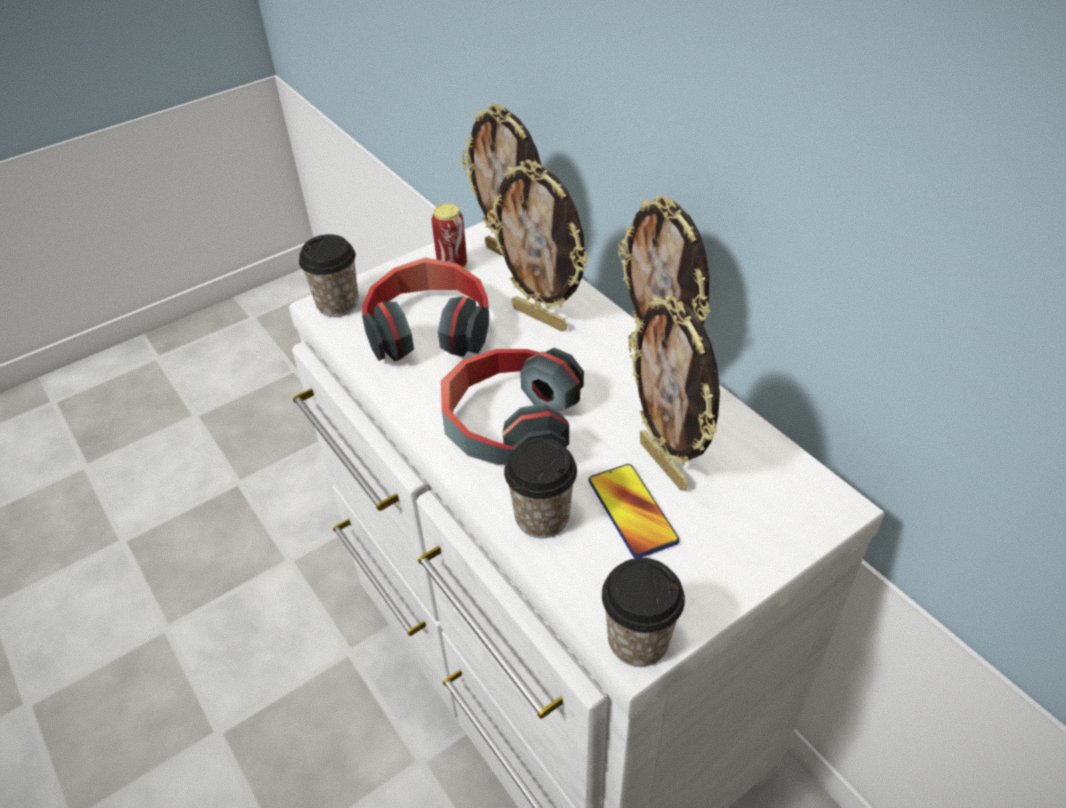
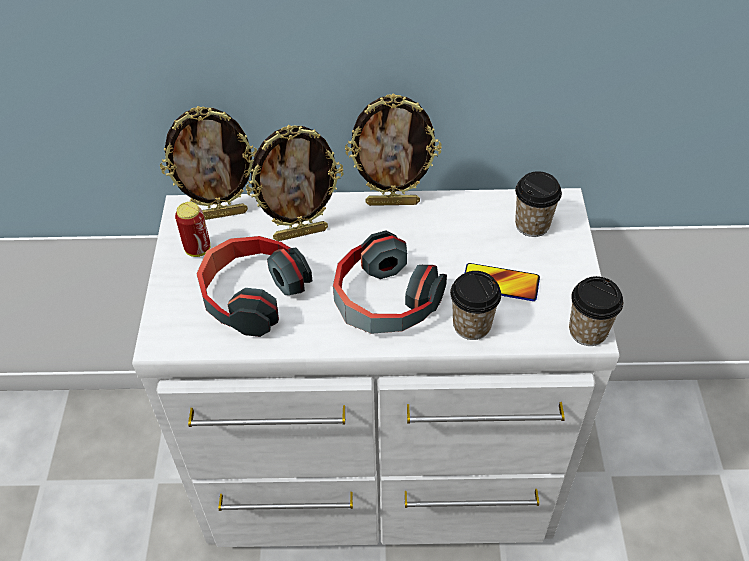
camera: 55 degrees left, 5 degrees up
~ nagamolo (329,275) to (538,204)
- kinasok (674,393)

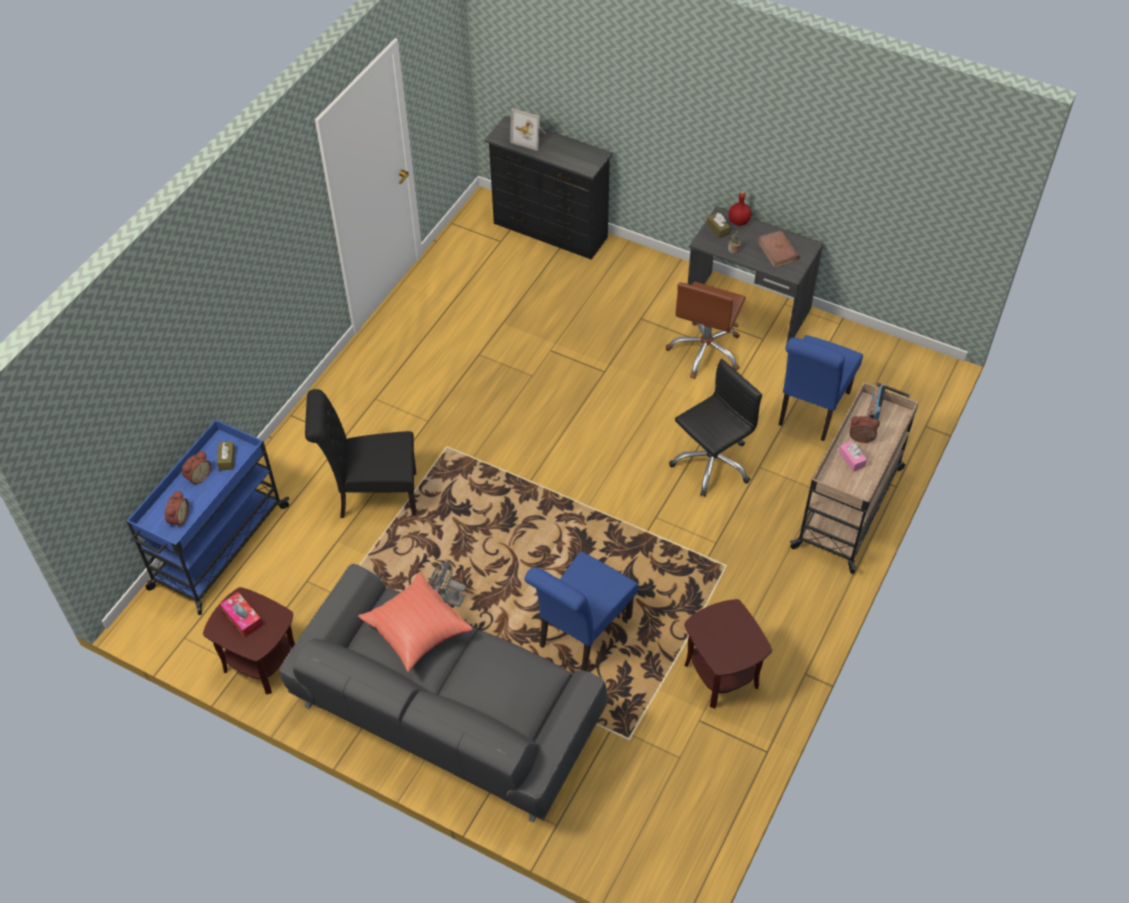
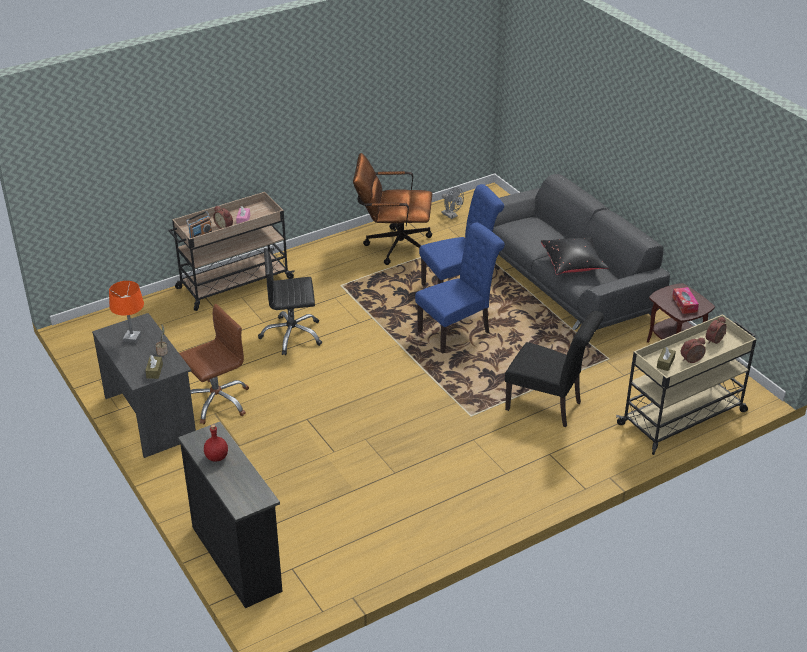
camera: 150 degrees left, 15 degrees down
- kinasok (528,129)
~ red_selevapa (739,208) to (216,443)
~ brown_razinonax (778,248) to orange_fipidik (126,312)
~ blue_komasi (821,388) to (460,288)
~ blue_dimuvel (208,517) to beige_dimuvel (686,384)
~ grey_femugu (447,584) to (453,203)
~ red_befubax (415,622) to black_befubax (575,256)
~ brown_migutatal (728,653) to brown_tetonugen (392,209)

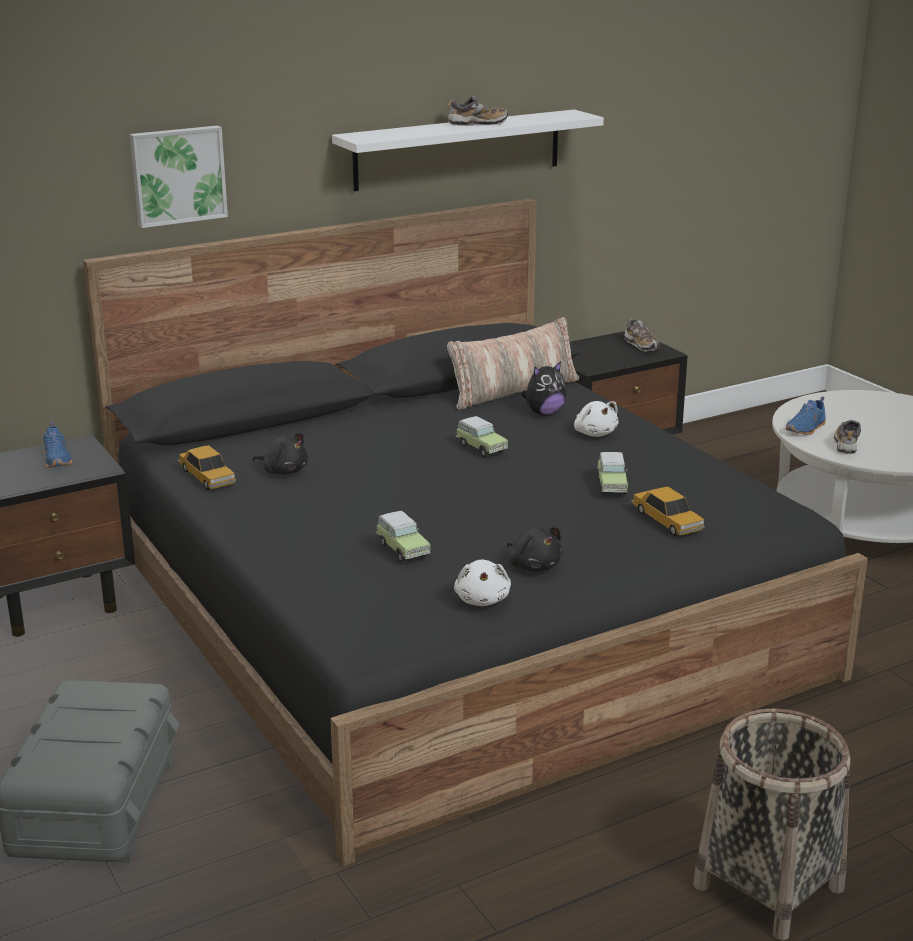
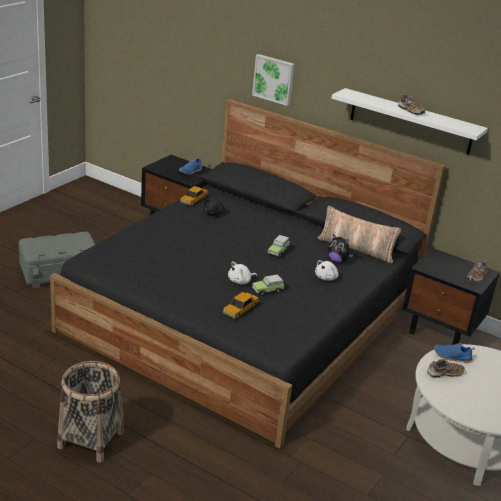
camera: 60 degrees right, 5 degrees up
- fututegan (403,537)
- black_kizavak (535,549)
~ white_kizavak (482,582) to (242,272)

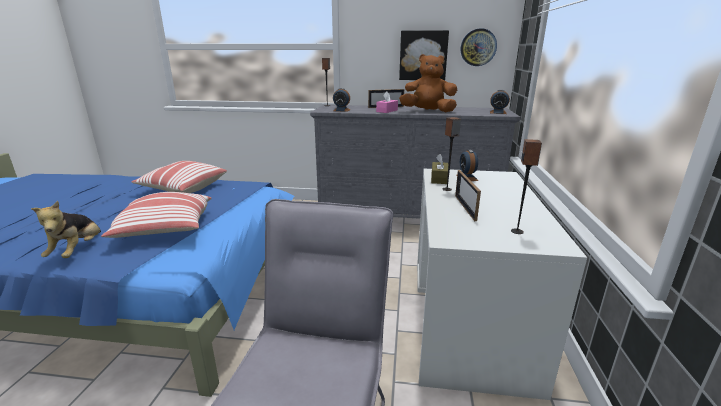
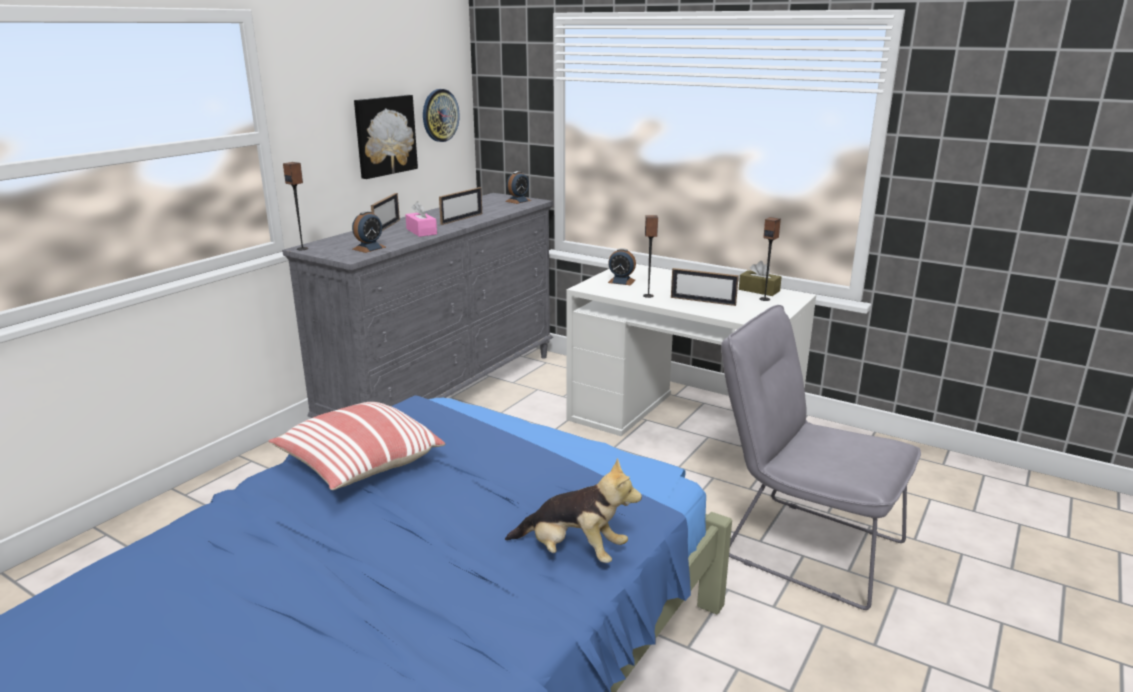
camera: 65 degrees left, 0 degrees up
~ brown_kizavak (428,83) to kinasok (460,206)
~ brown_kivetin (439,169) to (760,278)
- befubax (156,215)

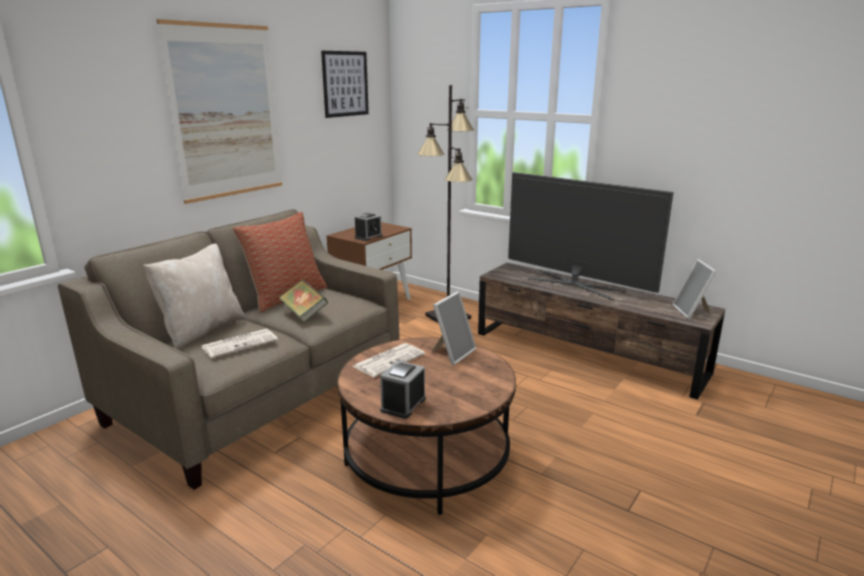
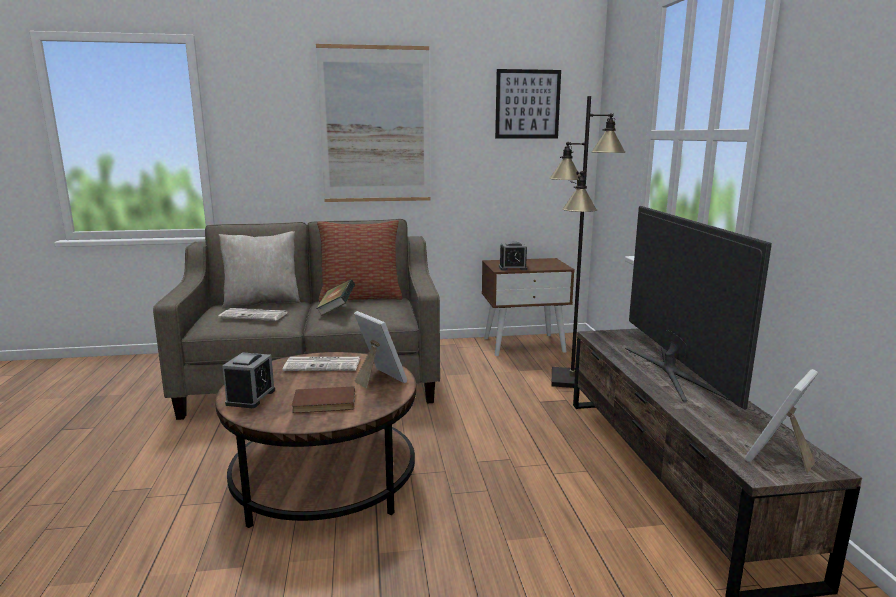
camera: 45 degrees right, 5 degrees down
~ kinasok (454,328) = (380,350) 120 degrees counterclockwise
~ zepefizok (403,390) = (248,380) 120 degrees clockwise
+ brown_razinonax (323,399)

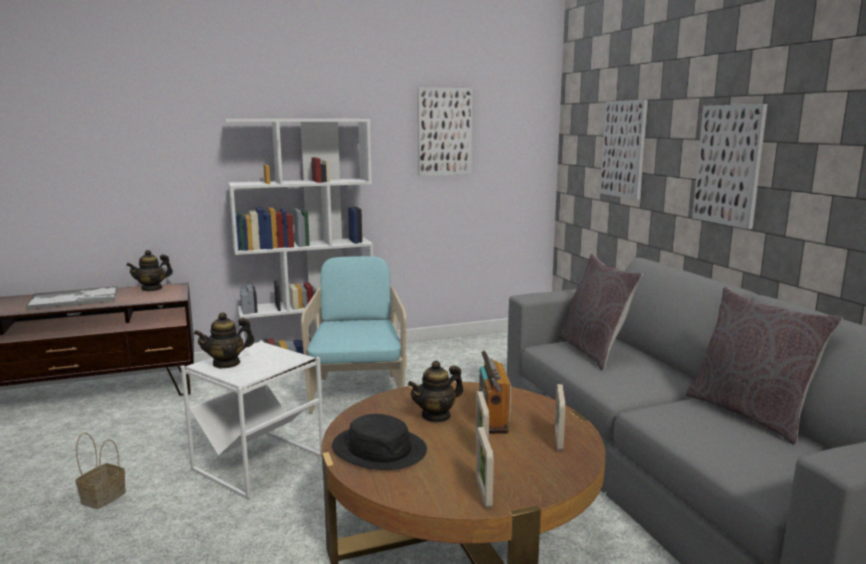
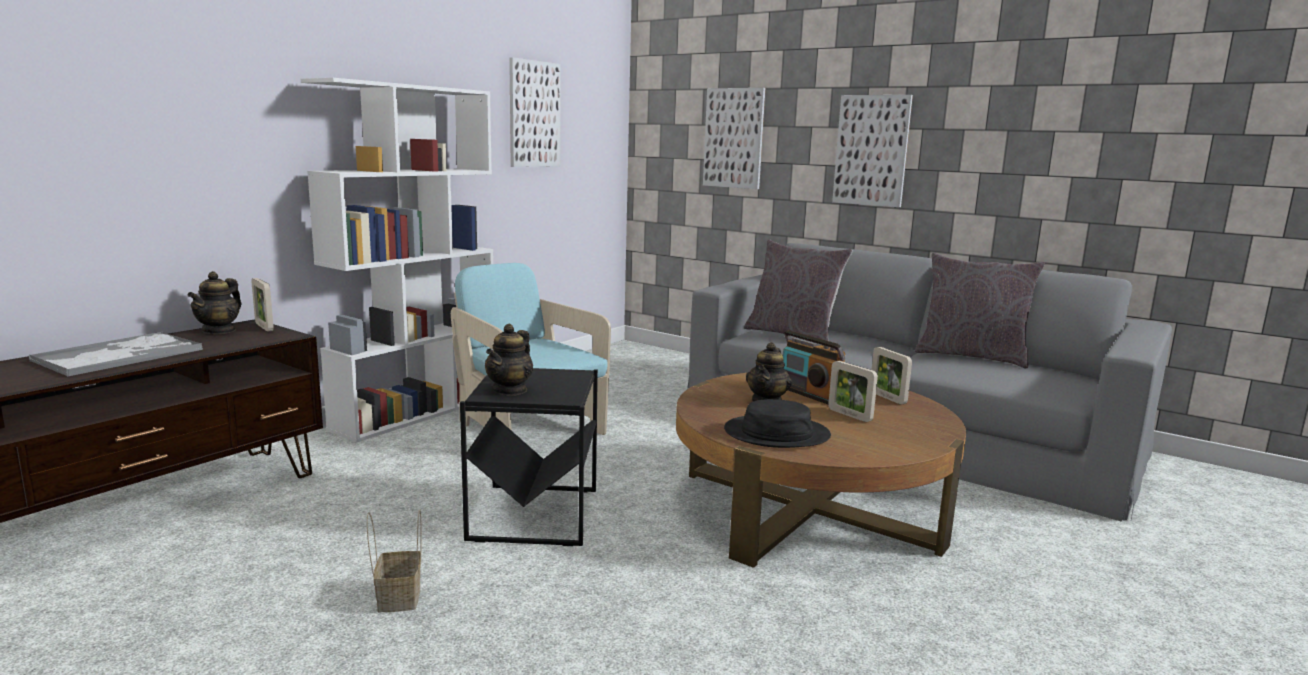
camera: 35 degrees left, 0 degrees up
~ white_migutatal (252,419) to black_migutatal (529,457)
~ kinasok (485,467) to (262,305)

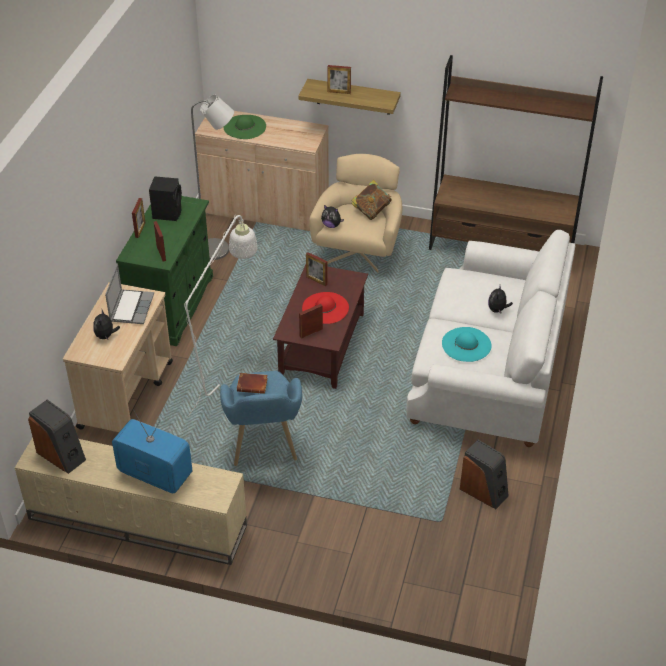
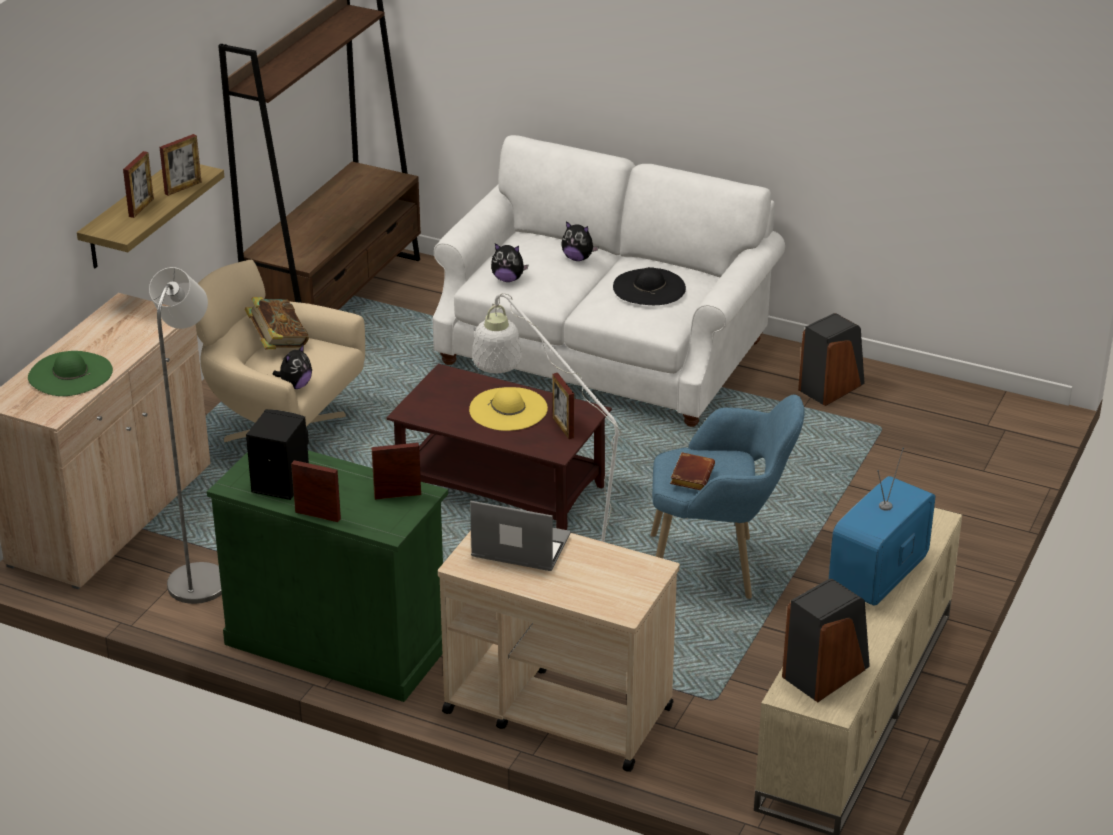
camera: 80 degrees left, 10 degrees down
~ kinasok (317,269) to (181,165)
~ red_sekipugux (325,308) to yellow_sekipugux (508,409)
~ kizavak (106,324) to (510,262)
~ turquoise_sekipugux (467,344) to black_sekipugux (649,286)

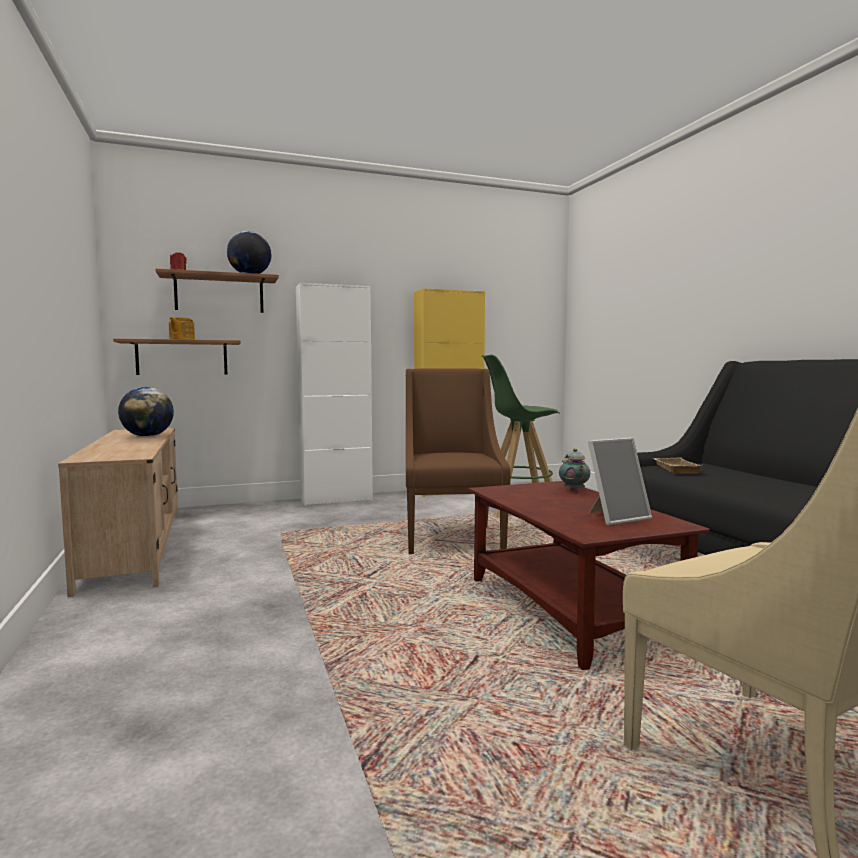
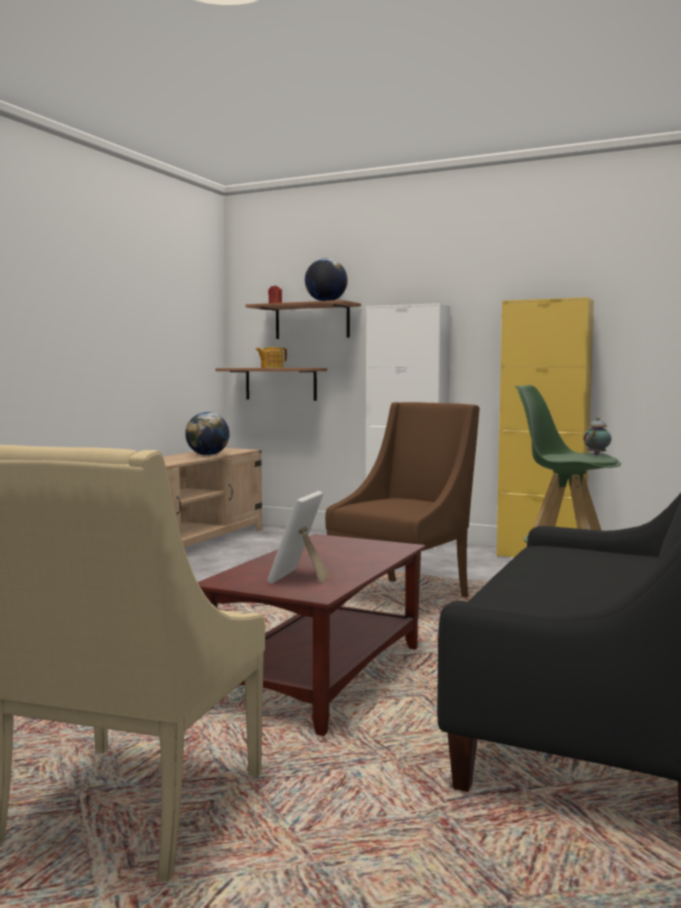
camera: 45 degrees right, 0 degrees up
~ kinasok (620,481) = (299,537) 90 degrees clockwise
~ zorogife (574,470) to (597,436)
- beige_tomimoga (676,466)

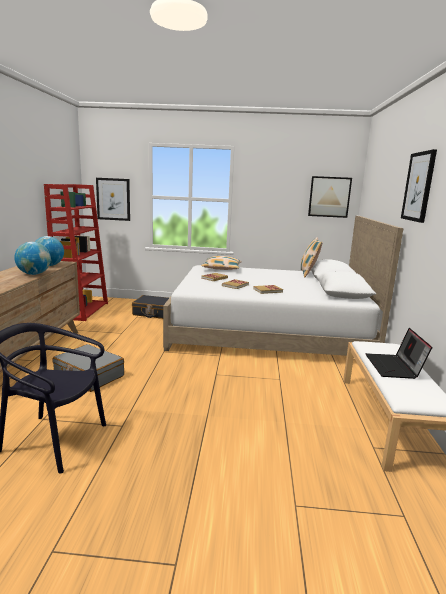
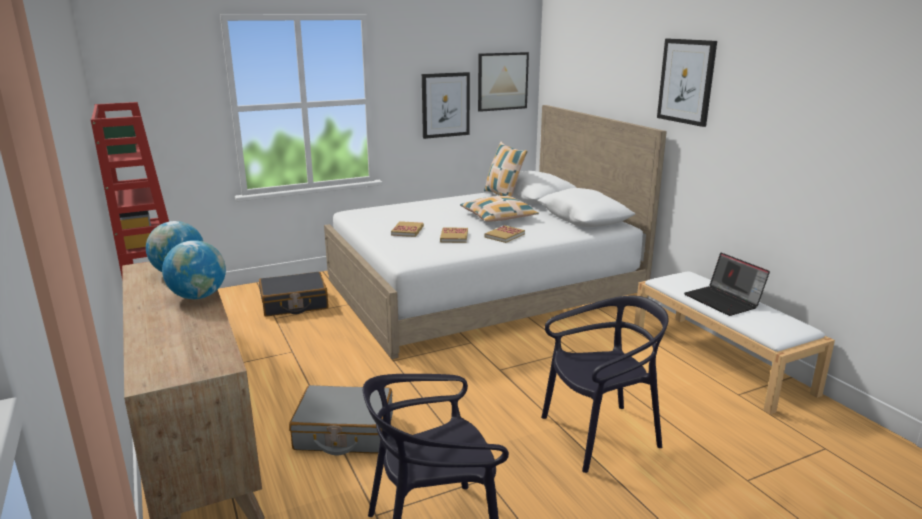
camera: 30 degrees left, 5 degrees up
~ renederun (113,199) to (446,105)
~ befubax (221,263) to (499,209)
+ black_komasi (605,384)

